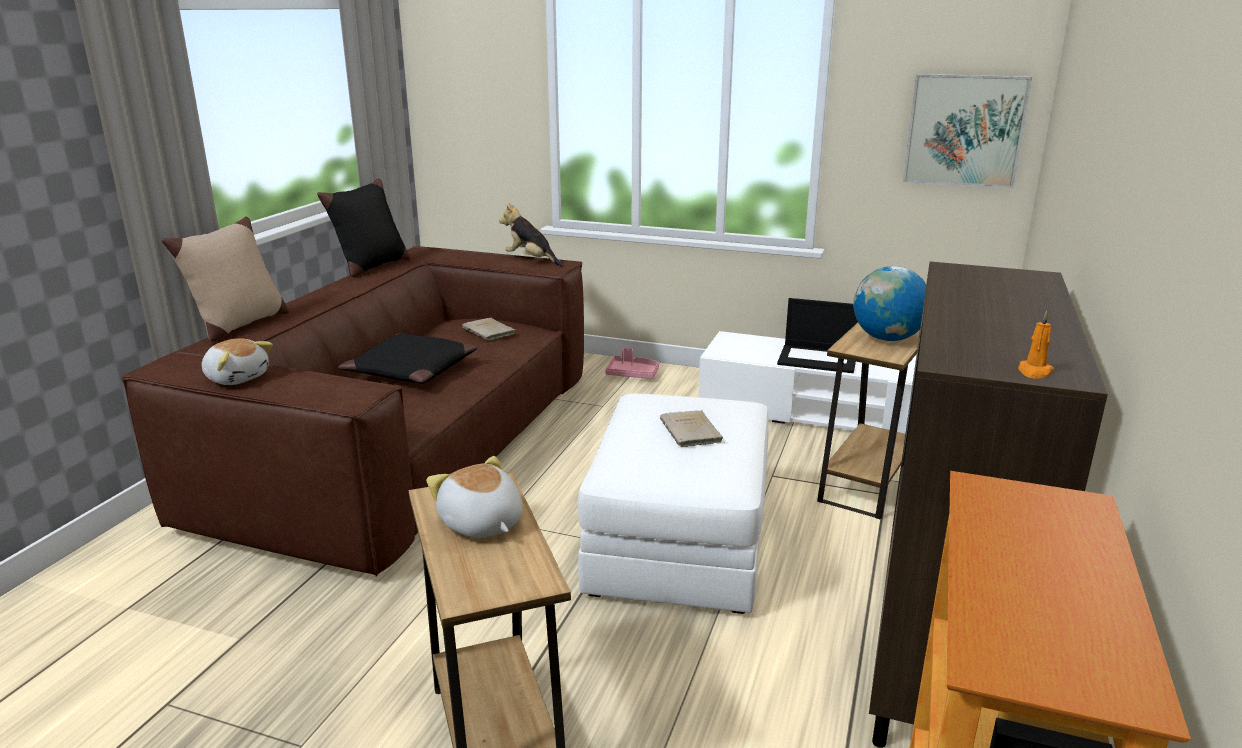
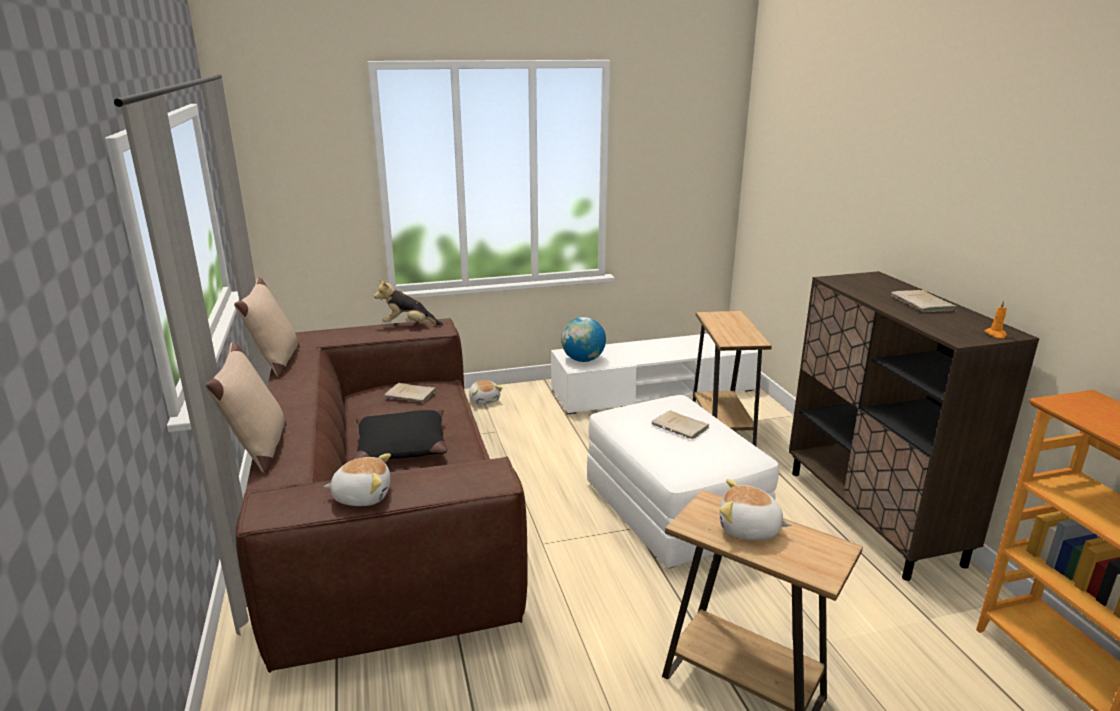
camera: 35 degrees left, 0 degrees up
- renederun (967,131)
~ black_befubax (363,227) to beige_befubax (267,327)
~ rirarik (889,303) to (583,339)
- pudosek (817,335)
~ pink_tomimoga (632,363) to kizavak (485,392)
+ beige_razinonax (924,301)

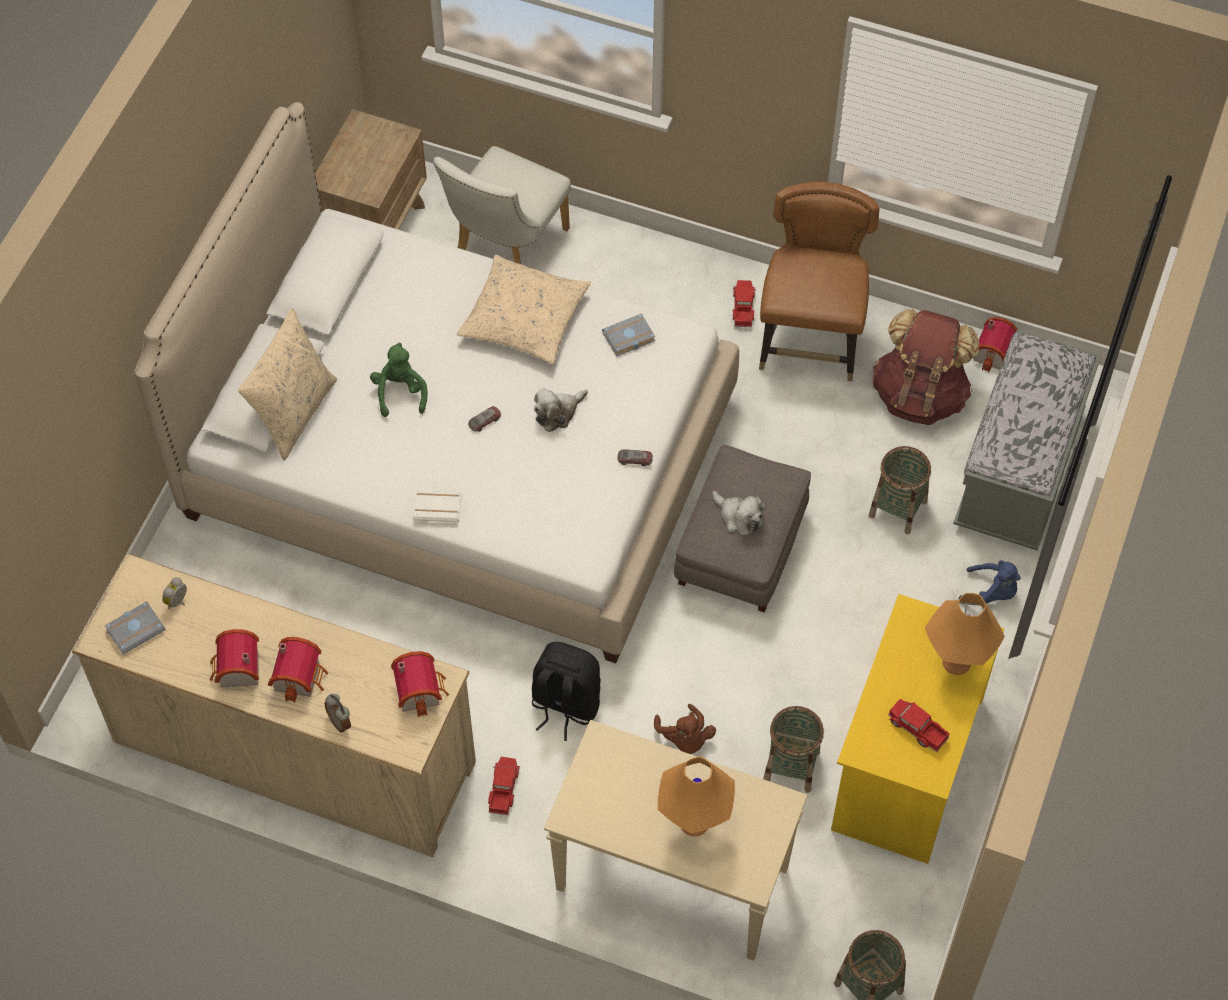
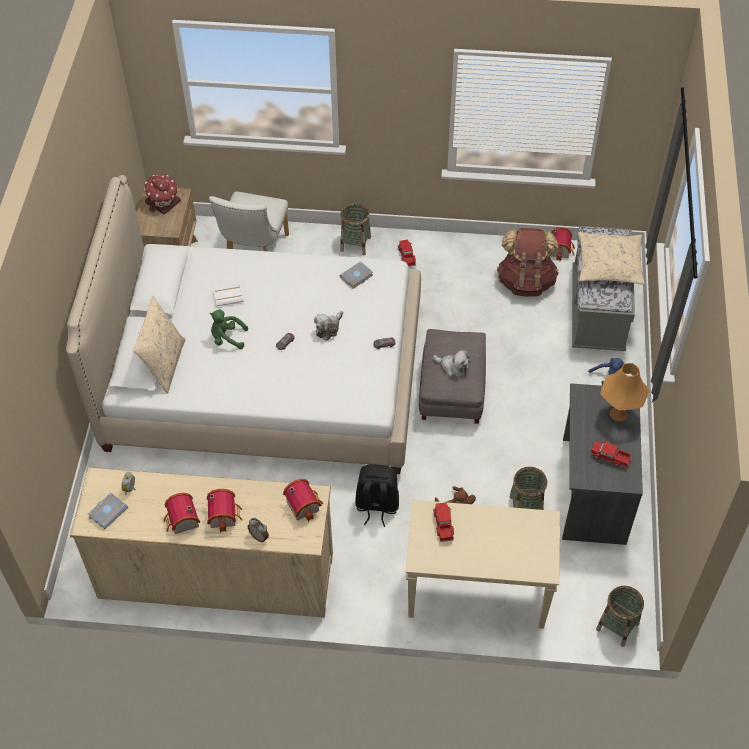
camera: 15 degrees left, 5 degrees down
- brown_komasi (819,281)
~ beige_befubax (524,309) to (611,258)
~ green_kizavak (399,380) = (229,329) 60 degrees counterclockwise
~ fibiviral (900,490) to (355,228)
~ white_razinonax (437,505) to (228,295)
~ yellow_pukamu (918,729) to grey_pukamu (602,464)
- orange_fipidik (696,796)
~ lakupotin (504,786) to (443,522)
+ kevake (162,194)

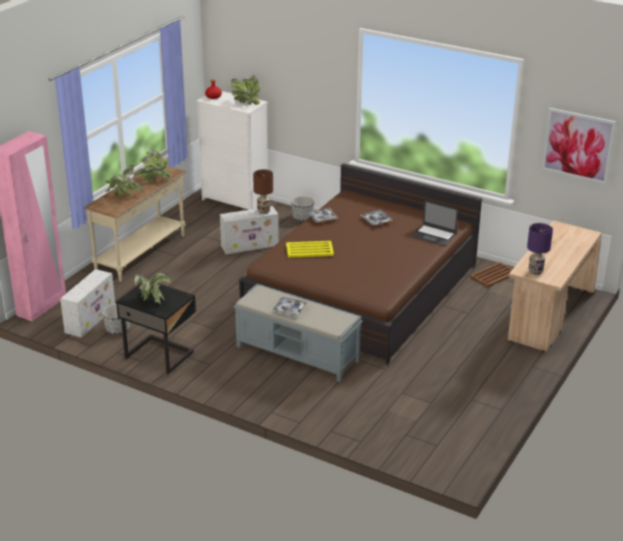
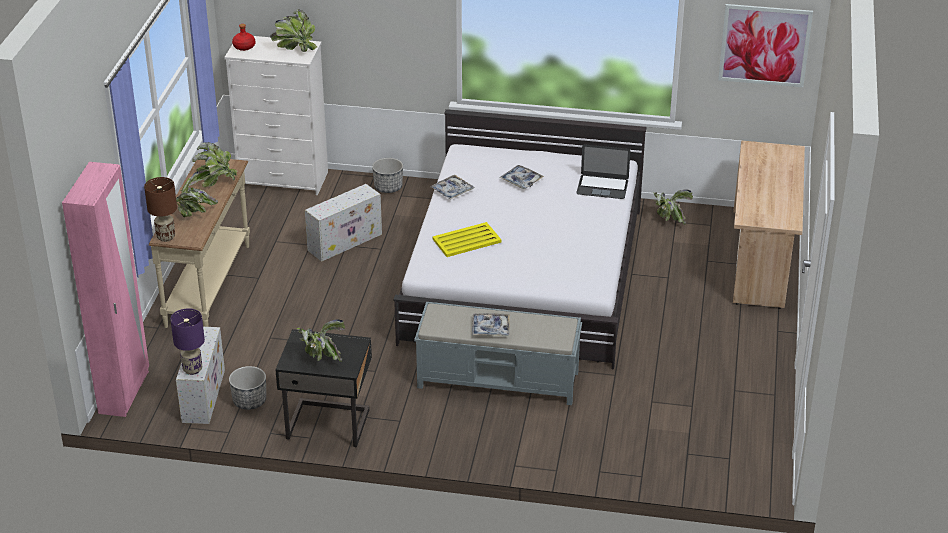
camera: 20 degrees left, 5 degrees up
~ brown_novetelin (361,264) to white_novetelin (520,239)
~ brown_fipidik (263,191) to (160,209)
~ purple_fipidik (540,249) to (187,341)
~ brown_tomimoga (491,274) to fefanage (673,207)

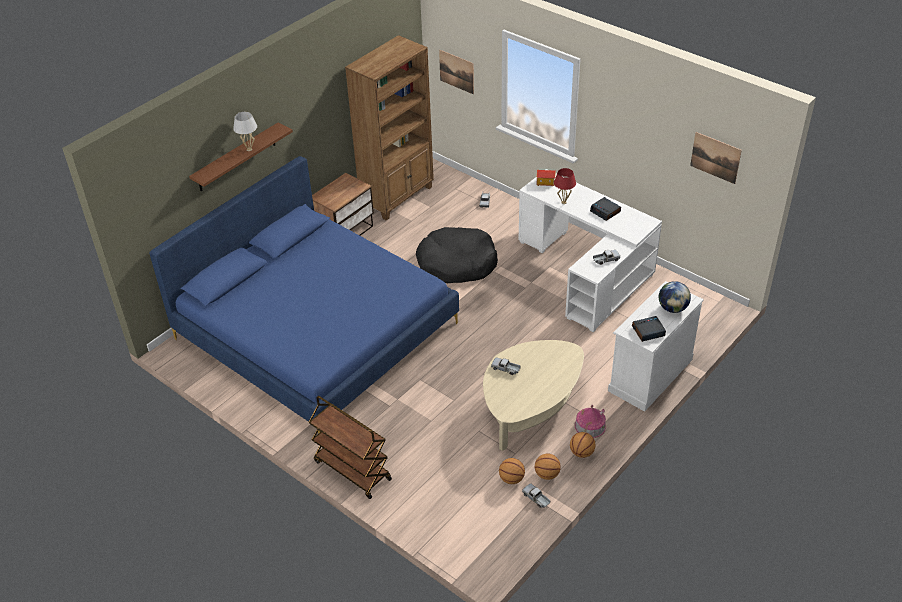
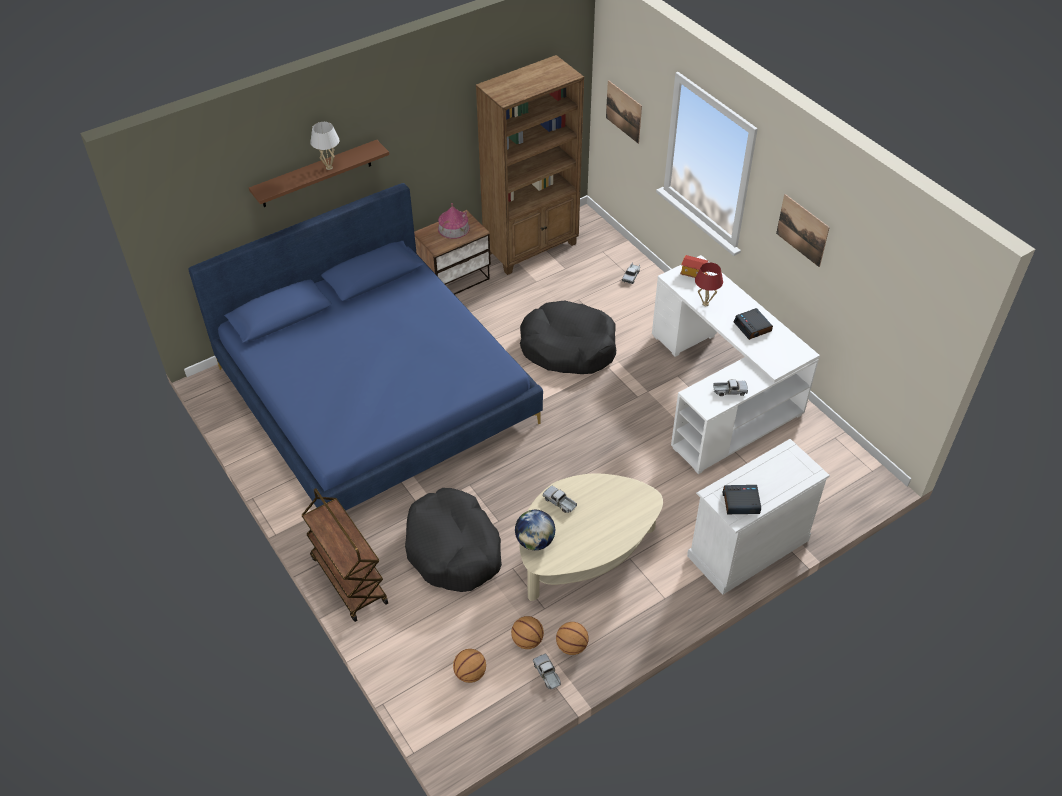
camera: 15 degrees right, 5 degrees up
~ renederun (716,158) to (803,230)
~ rirarik (675,297) to (535,530)
~ kevake (590,421) to (454,221)
~ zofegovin (583,445) to (469,666)
+ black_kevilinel (453,540)

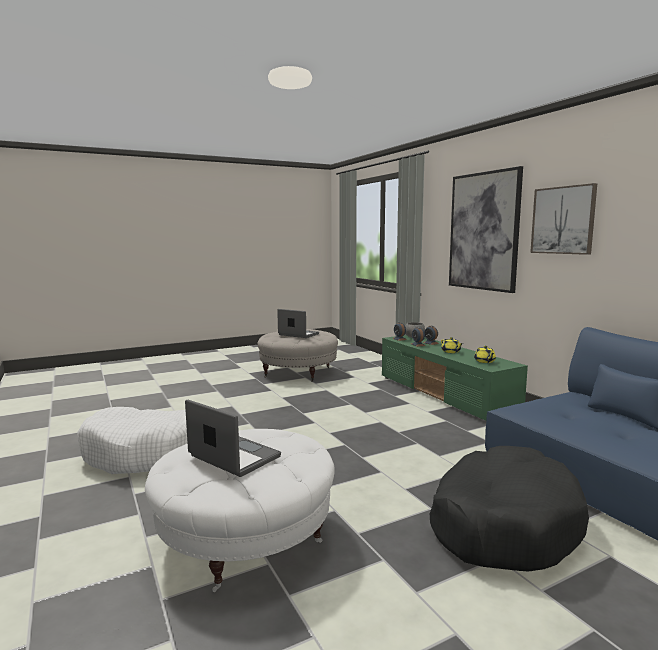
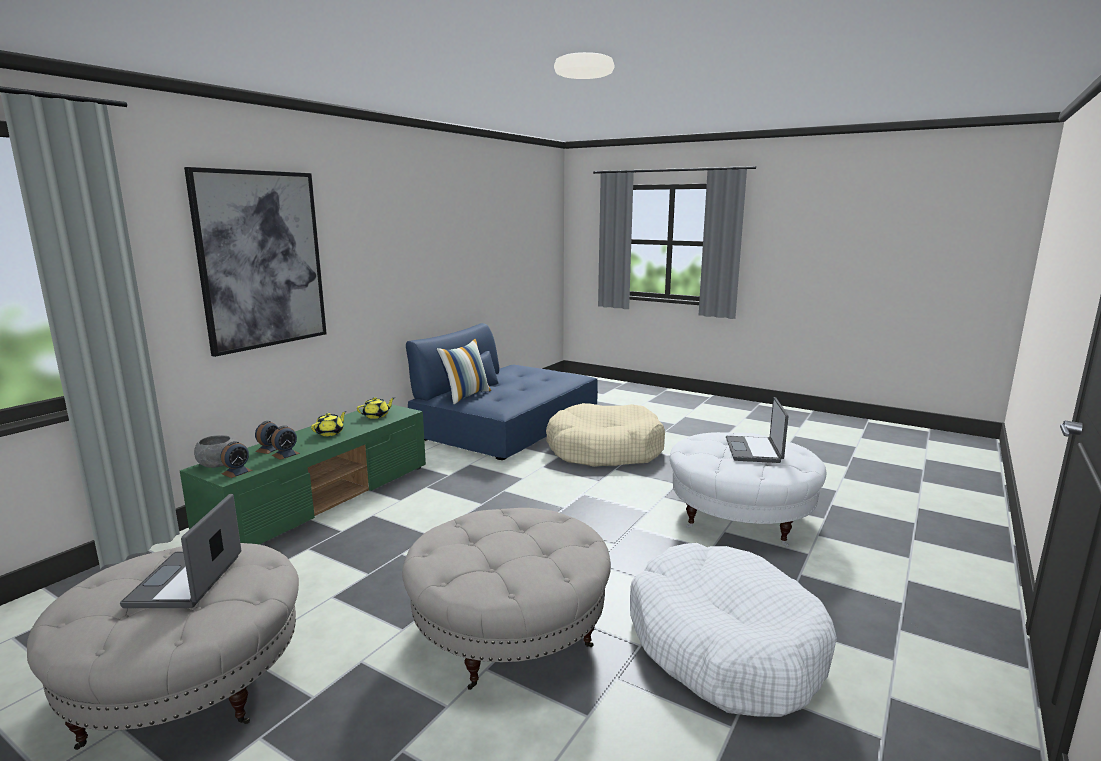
camera: 120 degrees left, 5 degrees up
- renederun (563,219)
~ black_kevilinel (509,509) to beige_kevilinel (605,435)
+ befubax (463,371)
+ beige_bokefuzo (506,599)

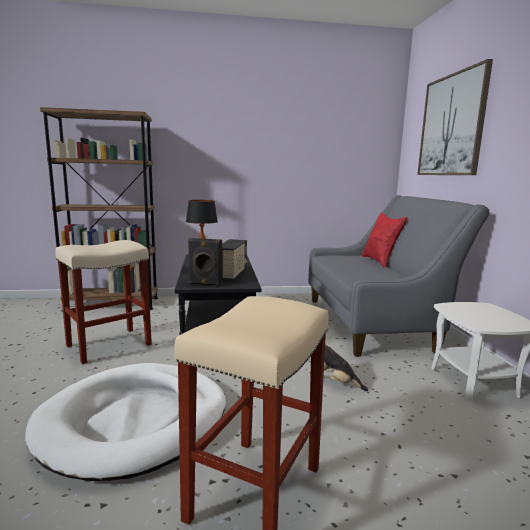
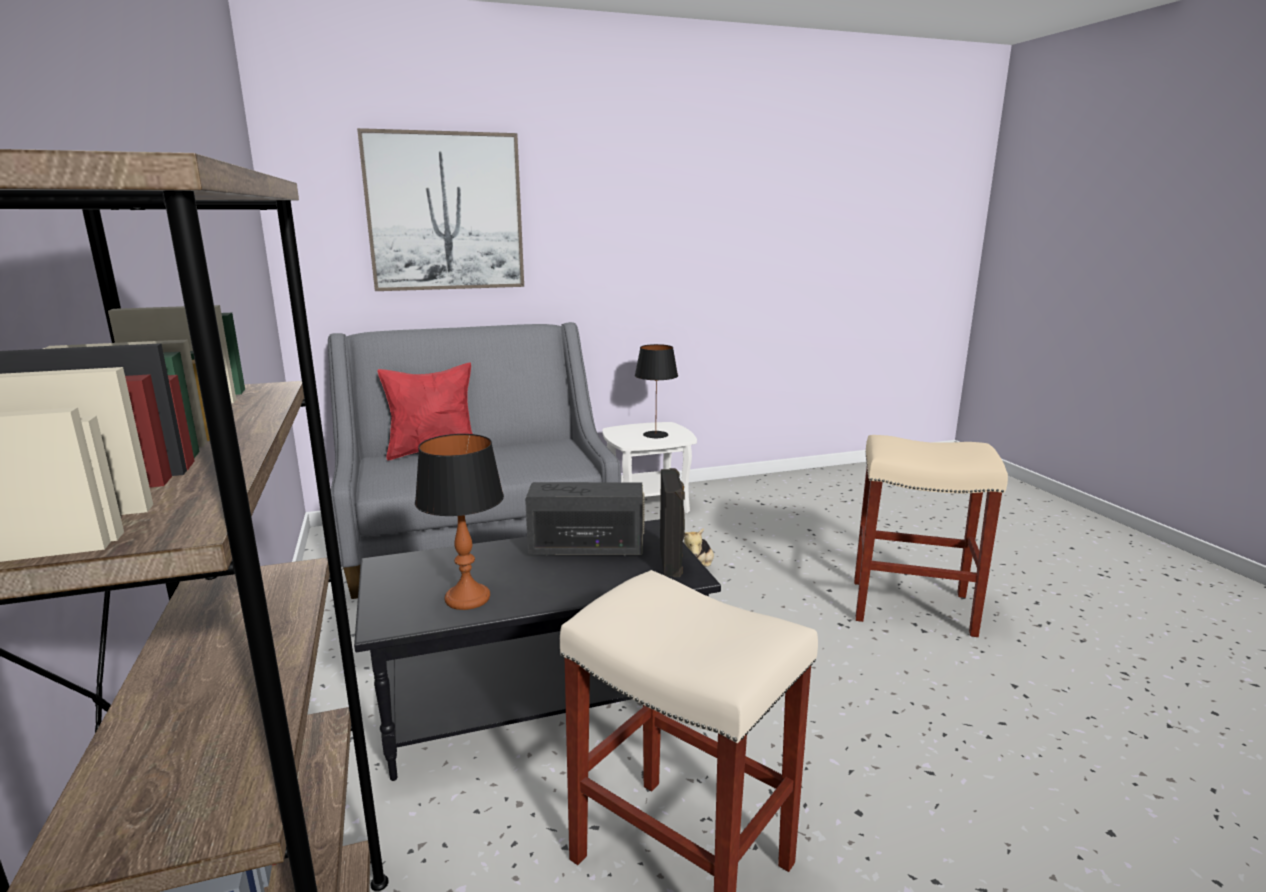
camera: 100 degrees left, 5 degrees up
- white_kevilinel (125,422)
+ black_fipidik (656,391)

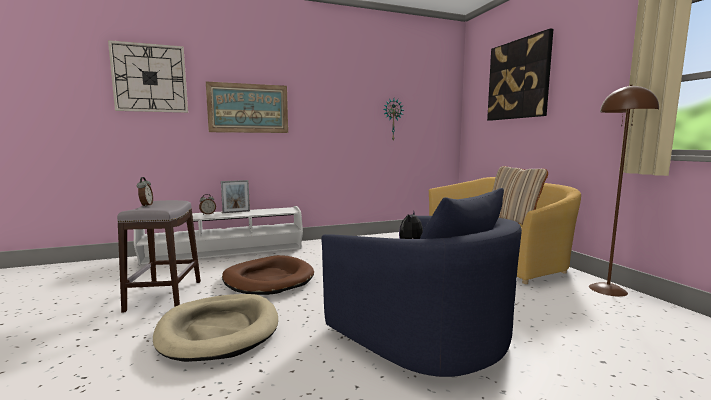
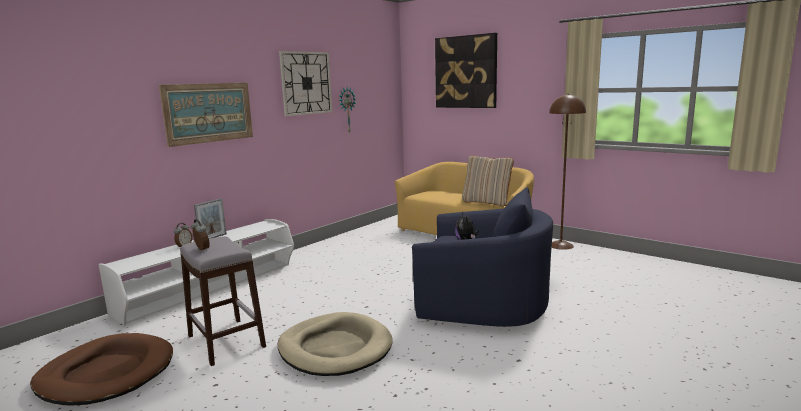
camera: 30 degrees left, 5 degrees up
~ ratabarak (148,76) to (305,83)
~ brown_kevilinel (268,275) to (101,369)

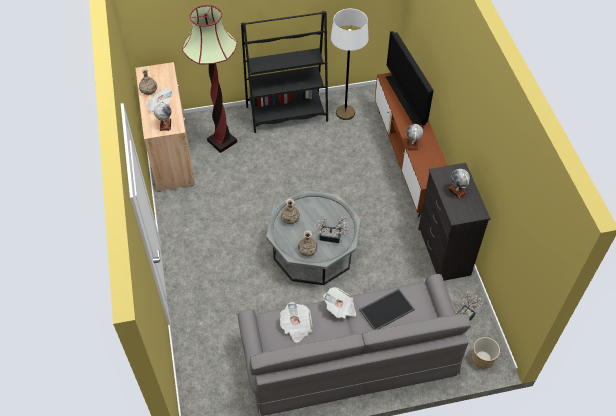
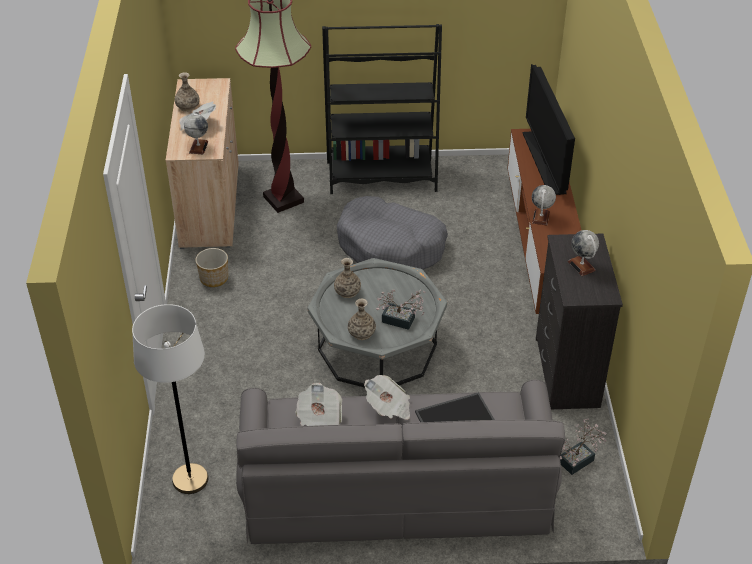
camera: 10 degrees right, 10 degrees down
~ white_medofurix (350,64) to (170,399)
~ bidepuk (486,353) to (211,267)
+ grey_kevilinel (392,233)

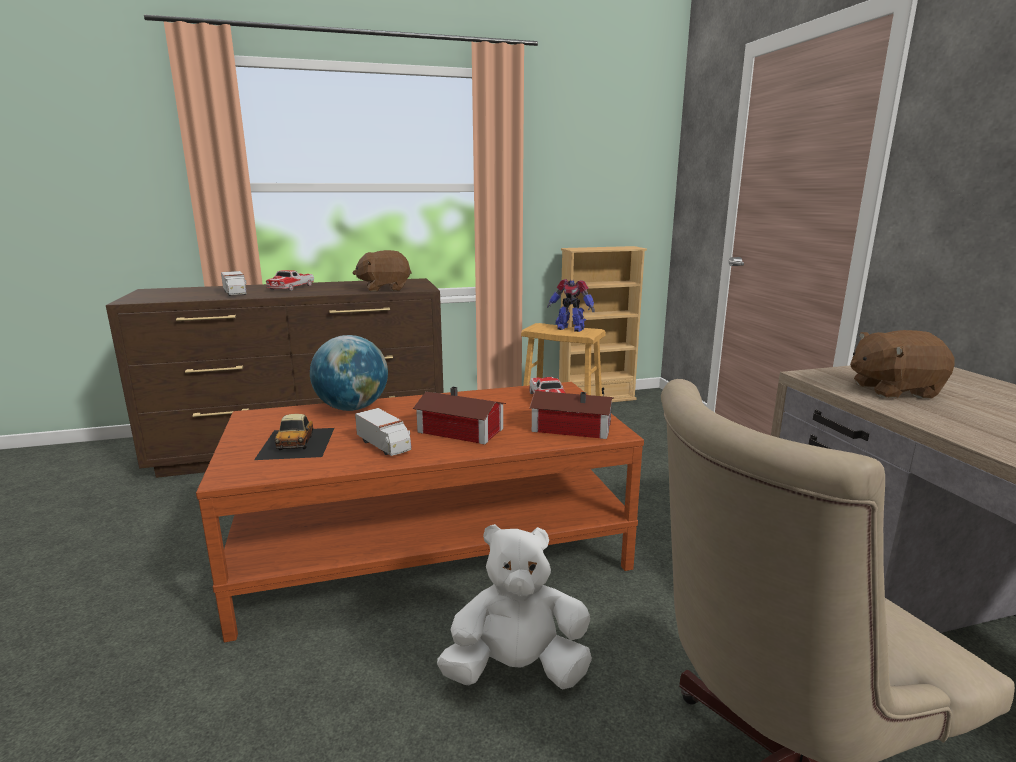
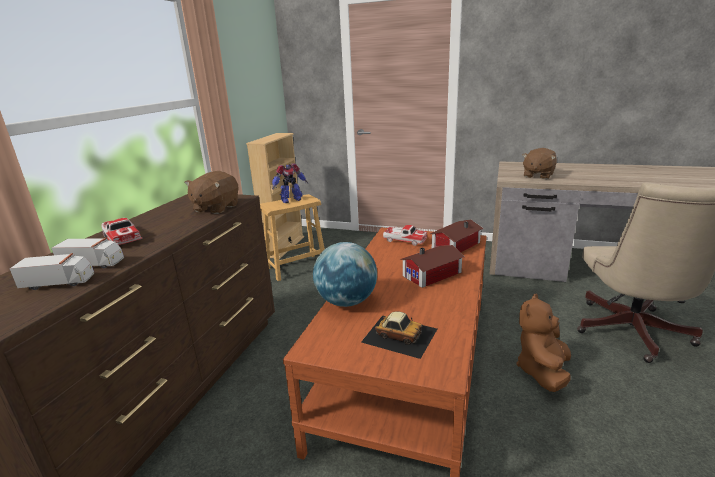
camera: 55 degrees left, 5 degrees up
~ lakupotin (383,432) to (52,271)
~ white_kizavak (514,607) to brown_kizavak (543,342)

